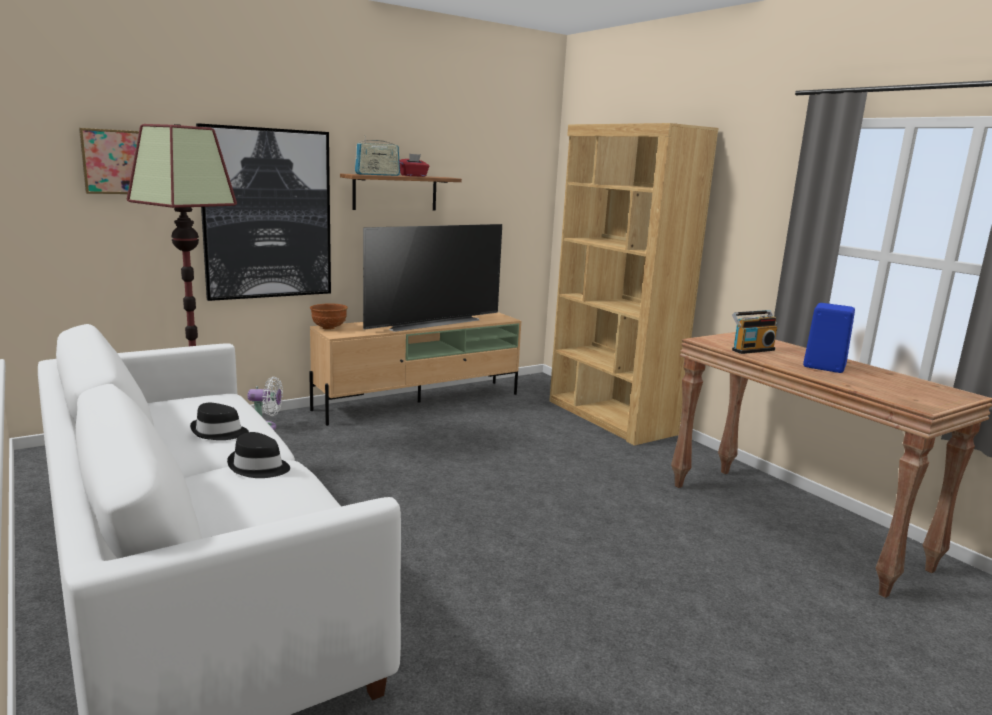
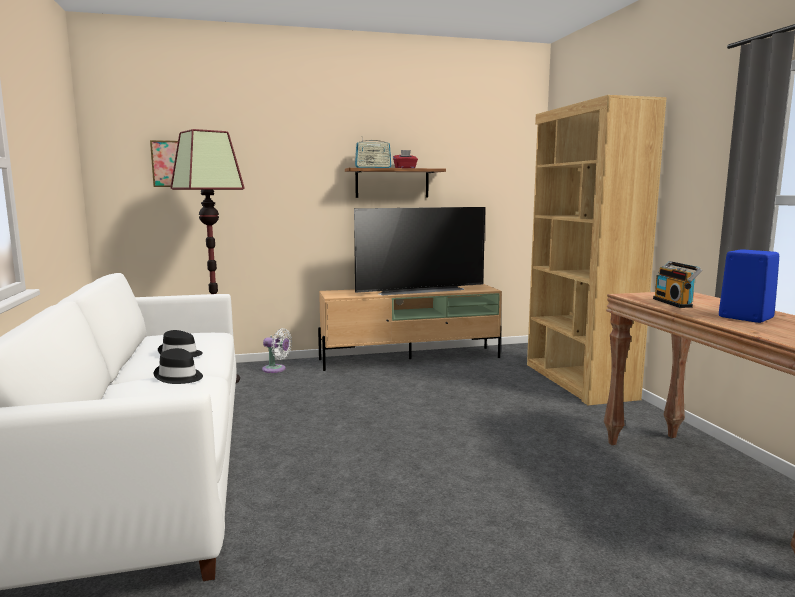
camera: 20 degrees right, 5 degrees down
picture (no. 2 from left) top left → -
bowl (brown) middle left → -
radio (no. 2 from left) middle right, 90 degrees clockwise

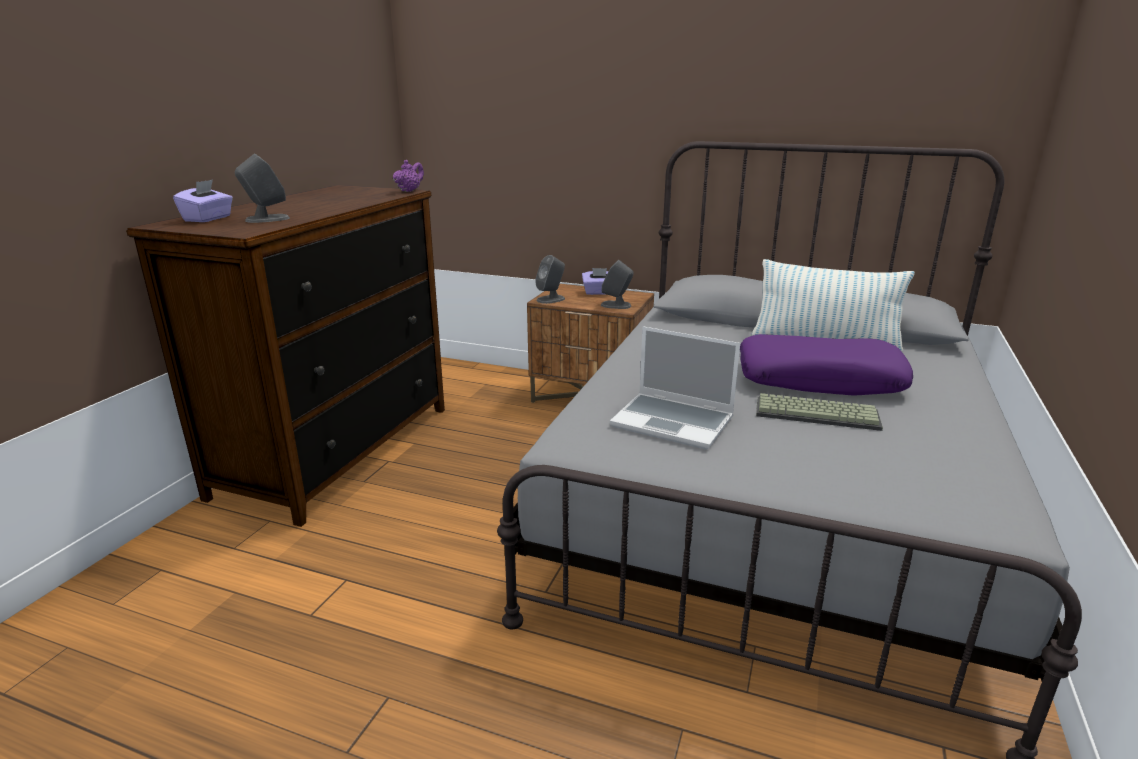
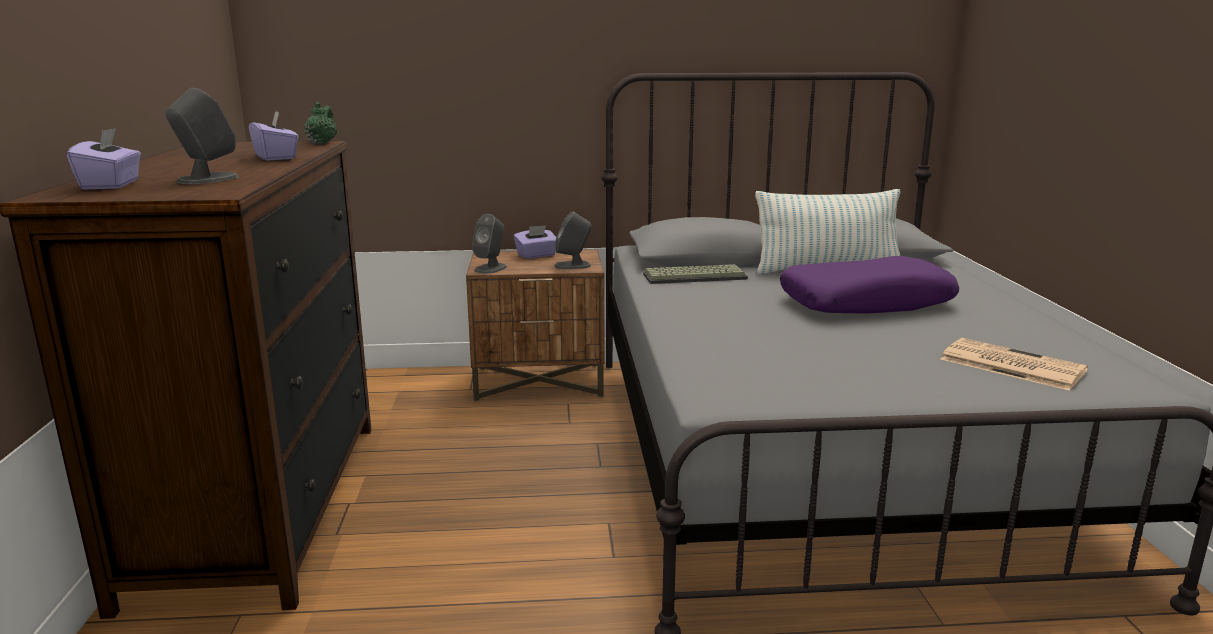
camera: 25 degrees left, 5 degrees down
laptop centre → -
- → tissue box (purple) (no. 2 from left) top left
- → newspaper middle right
keyboard middle right → keyboard centre, shifted
teapot (purple) top centre → teapot (green) top left

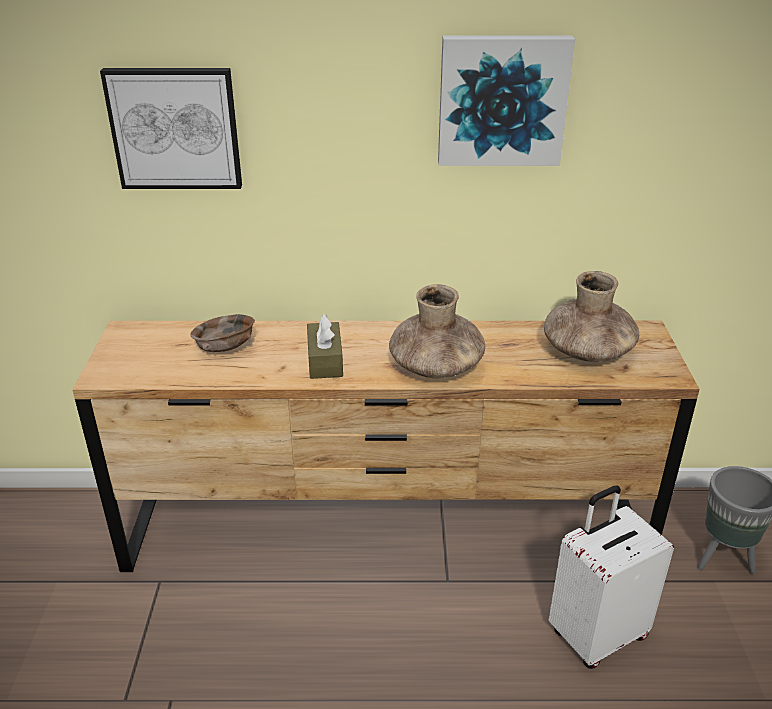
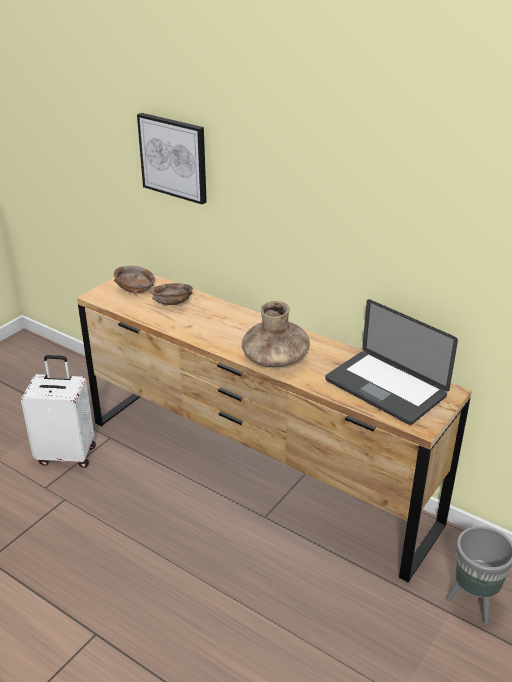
camera: 35 degrees right, 0 degrees up
tissue box (brown) centre → -
picture (no. 2 from left) top centre → -
- → bowl (brown) (no. 1 from left) middle left
suitcase (white) bottom right → suitcase (white) middle left, shifted
vase (brown) (no. 2 from left) middle right → laptop middle right

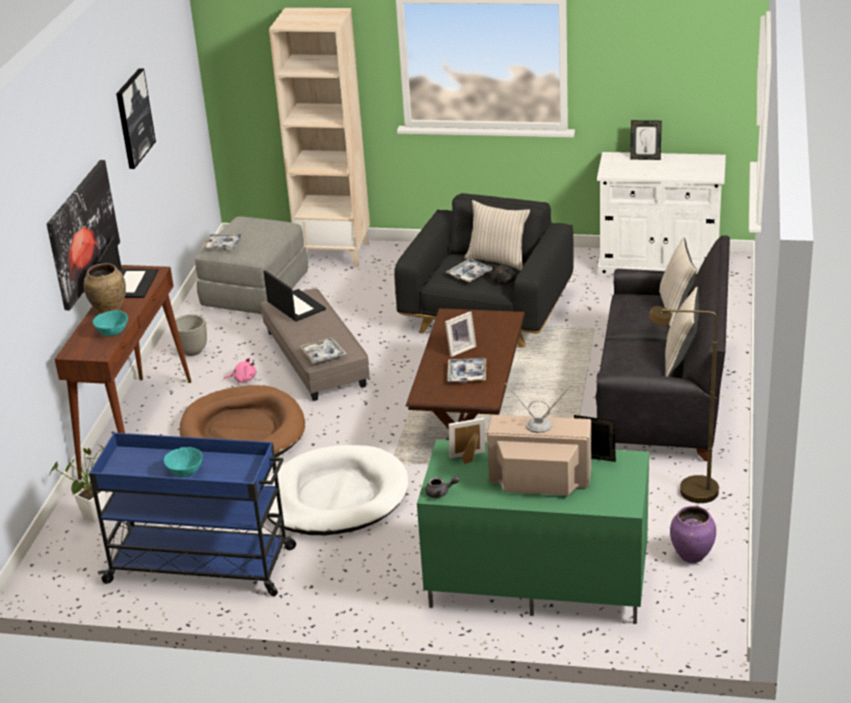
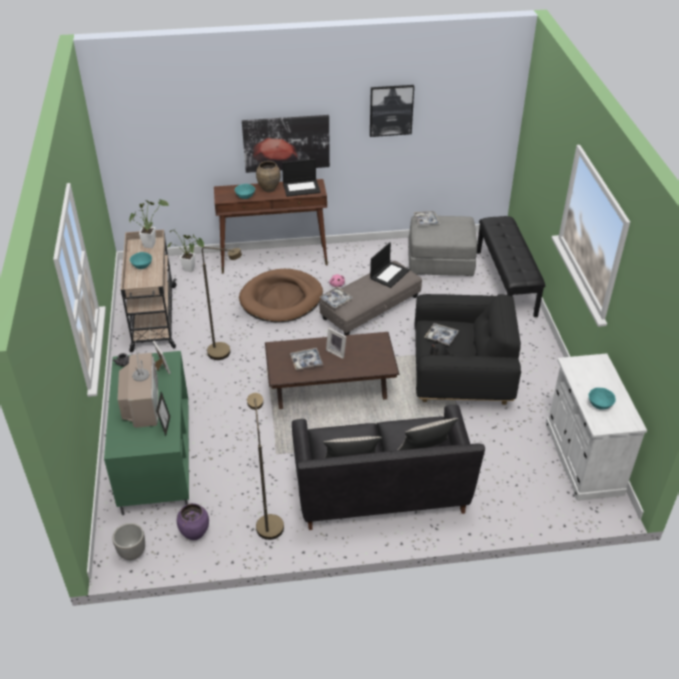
camera: 70 degrees right, 10 degrees up
pillow (beige) (no. 1 from left) centre → -
picture frame (no. 4 from left) top right → -
- → potted plant (no. 1 from left) top left
- → bowl (turquoise) (no. 3 from left) middle right
planter middle left → planter bottom left, shifted
dog bed (white) bottom centre → floor lamp (brown) (no. 1 from left) middle left
bookcase (beige) top centre → bench (black) middle right
cart (blue) bottom left → cart (beige) middle left

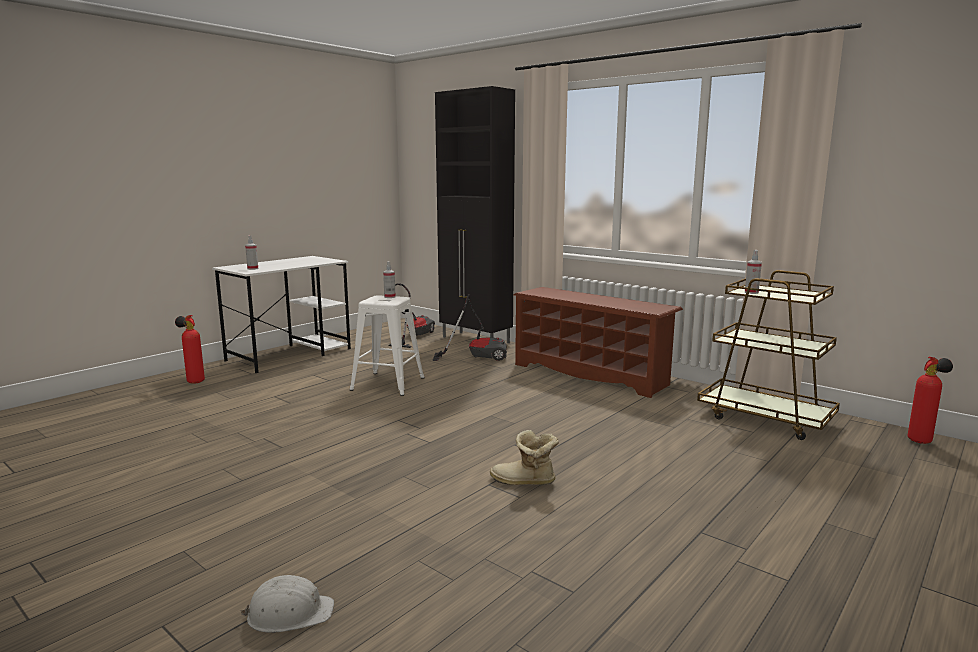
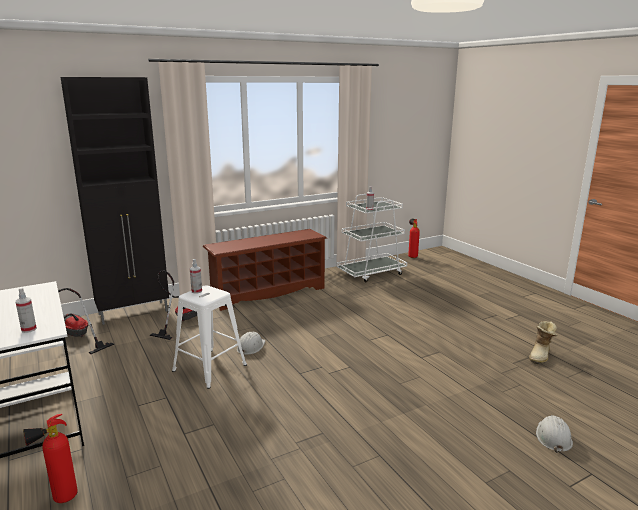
camera: 70 degrees left, 5 degrees up
- → hard hat (white) (no. 1 from left) bottom centre
boot bottom centre → boot bottom right, shifted
cart (brown) middle right → cart (white) centre

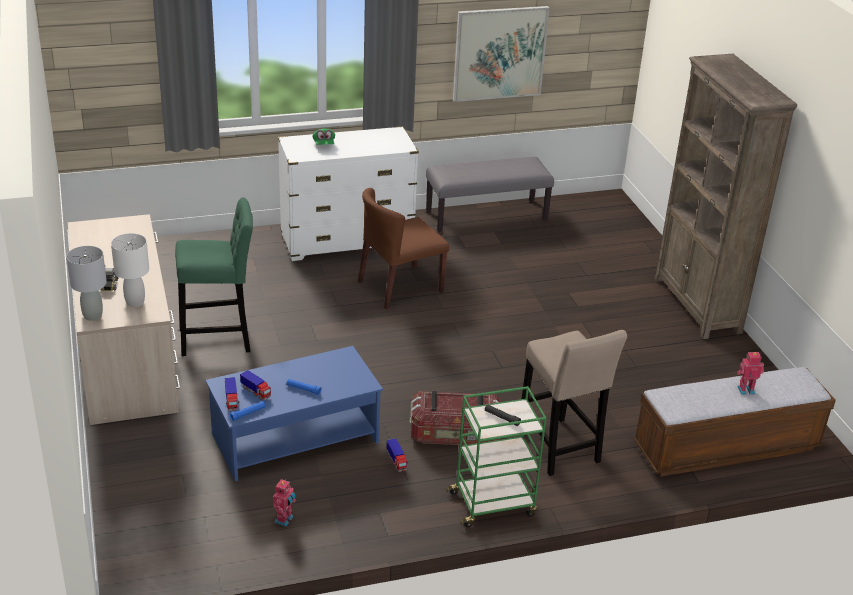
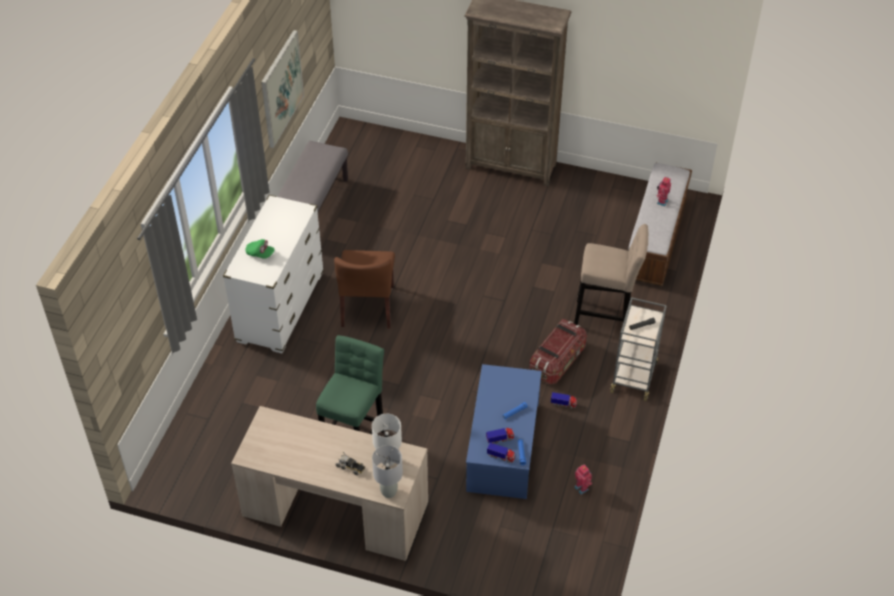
camera: 55 degrees left, 15 degrees up
cart (green) bottom centre → cart (grey) middle right

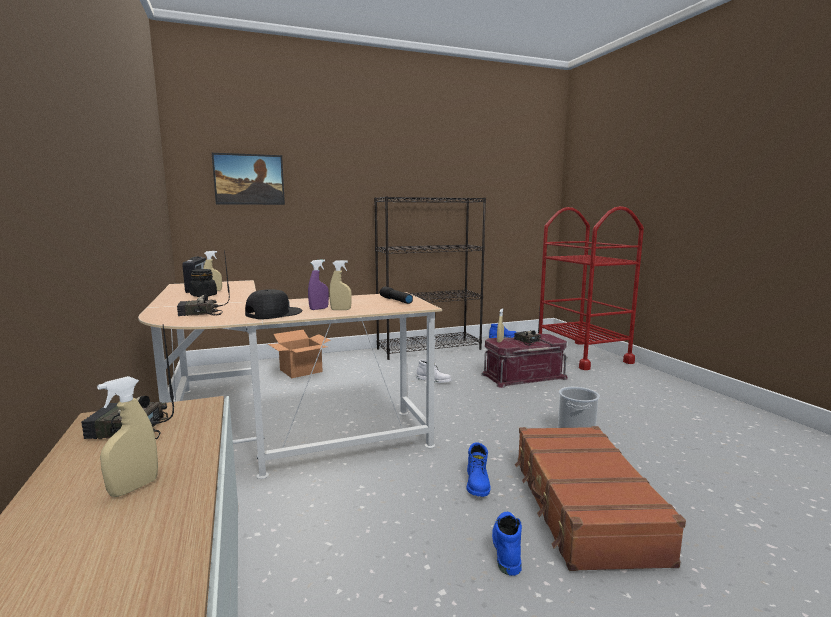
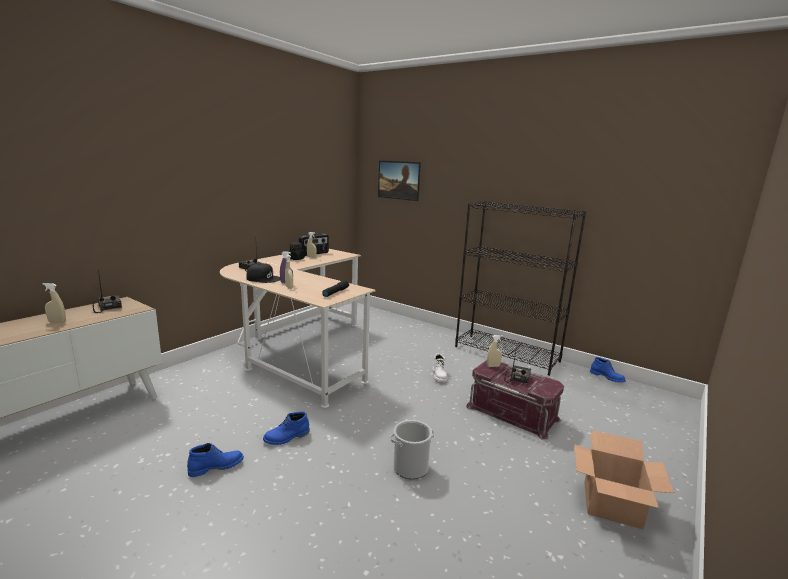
camera: 55 degrees right, 5 degrees up
suitcase (brown) bottom right → -
cart (red) middle right → -
cardboard box centre → cardboard box bottom right, shifted

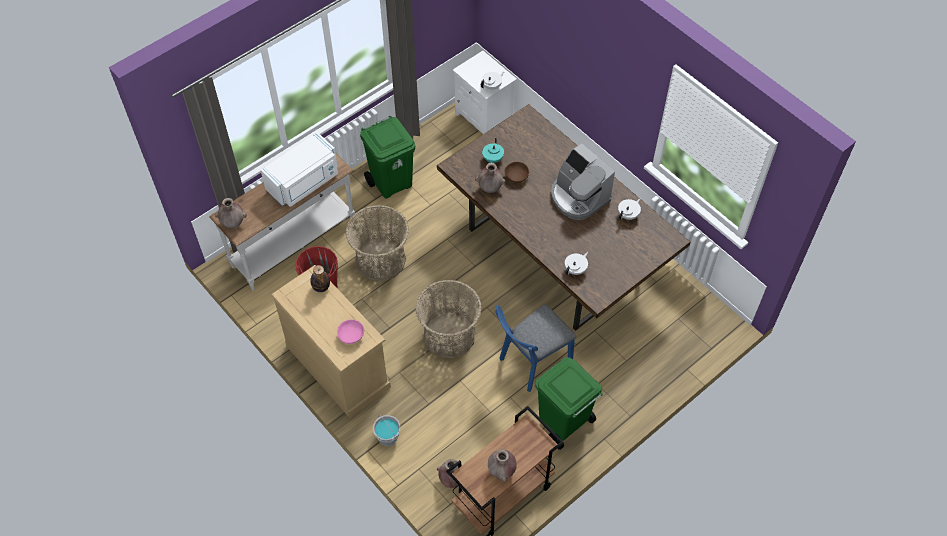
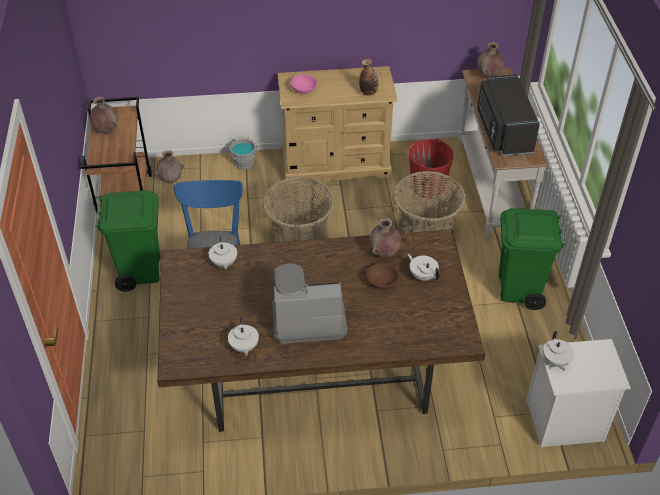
camera: 125 degrees right, 10 degrees down
microwave (white) top left → microwave (black) top right
teapot (turquoise) top centre → teapot (white) (no. 3 from left) centre

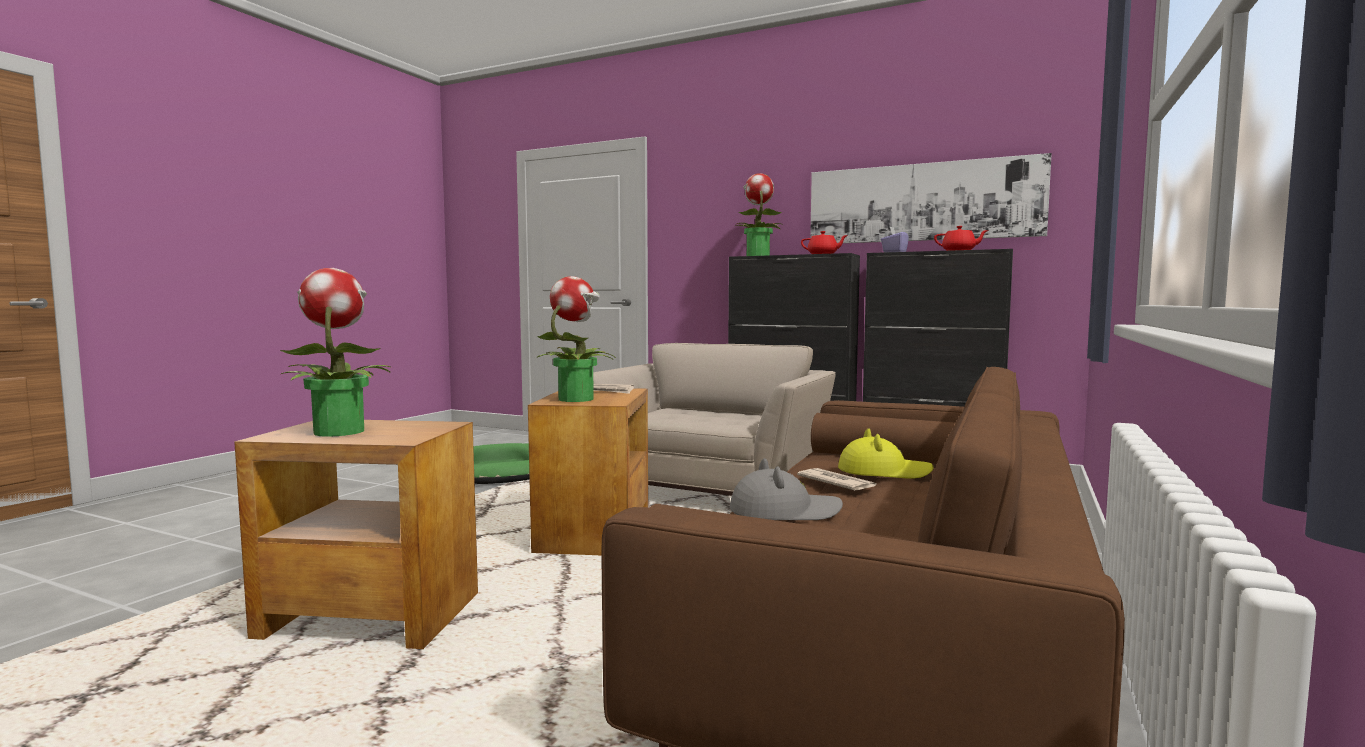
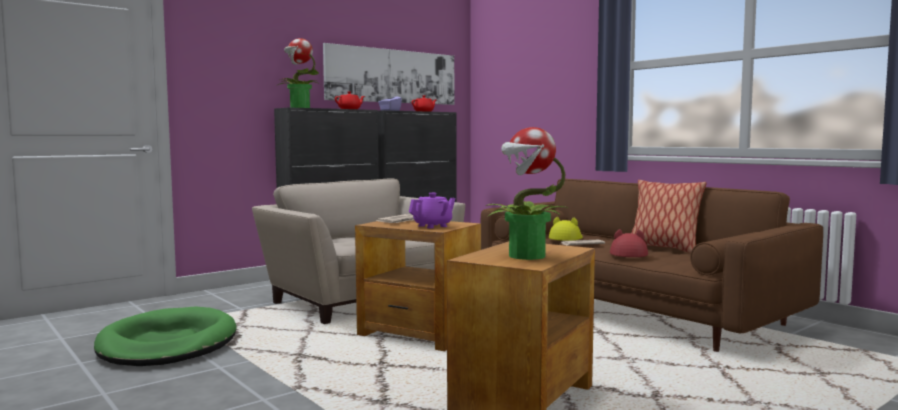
camera: 65 degrees left, 0 degrees up
- → pillow middle right
potted plant (no. 2 from left) centre → teapot (purple) centre
hat (grey) centre → hat (red) middle right

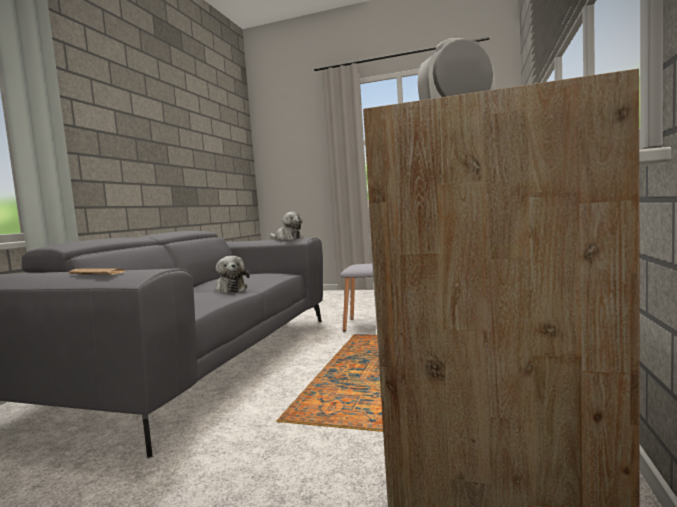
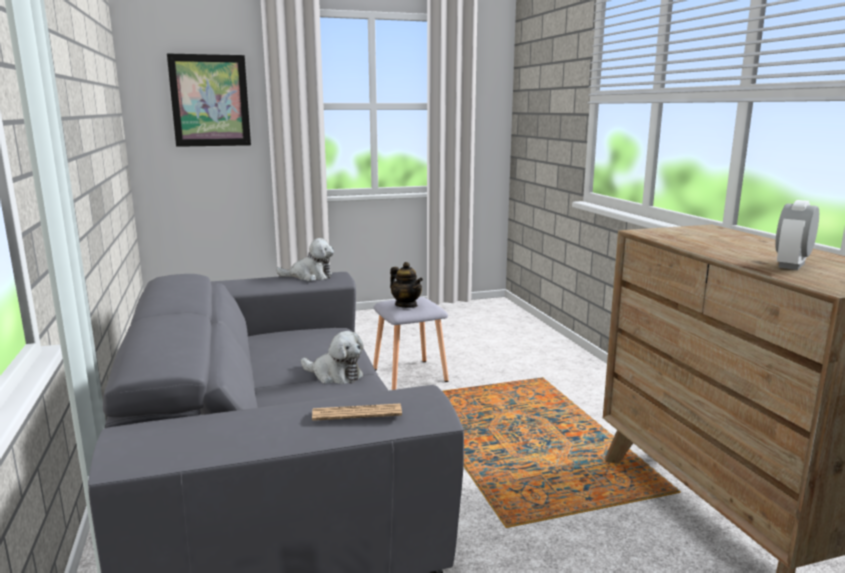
camera: 35 degrees left, 10 degrees up
- → picture top left
- → teapot centre

